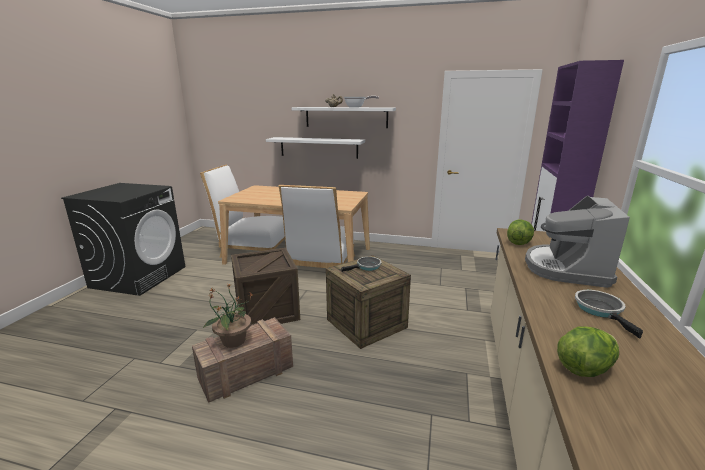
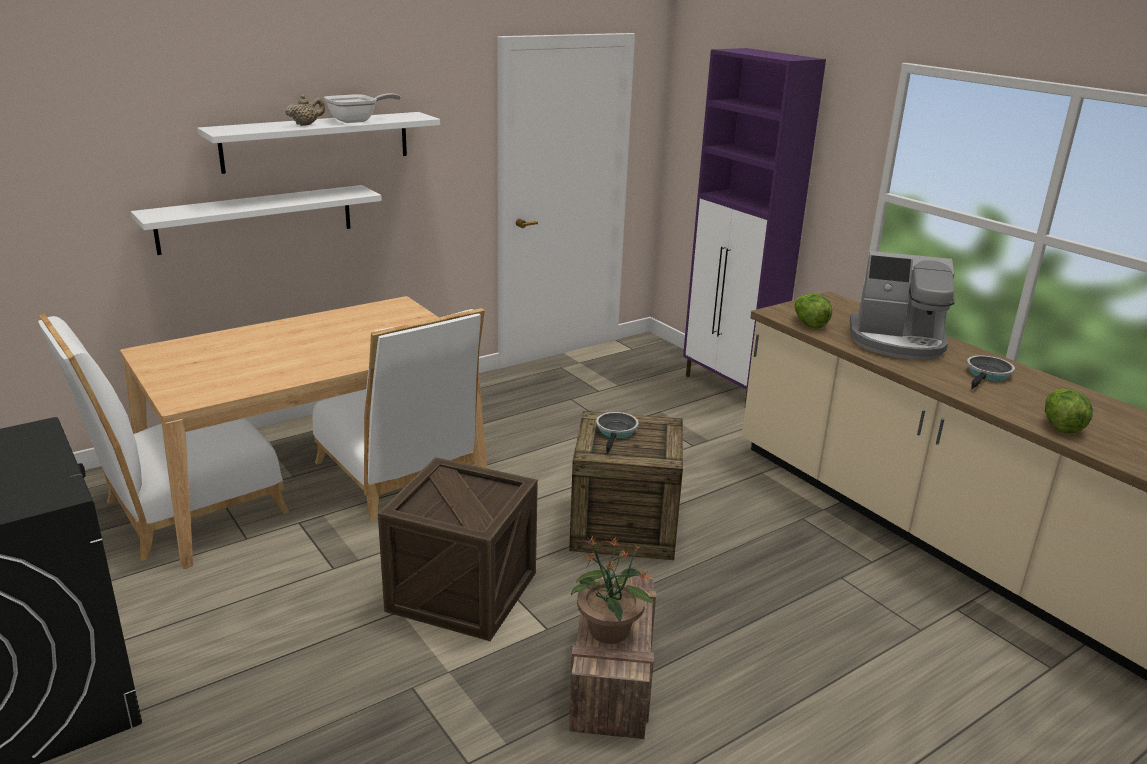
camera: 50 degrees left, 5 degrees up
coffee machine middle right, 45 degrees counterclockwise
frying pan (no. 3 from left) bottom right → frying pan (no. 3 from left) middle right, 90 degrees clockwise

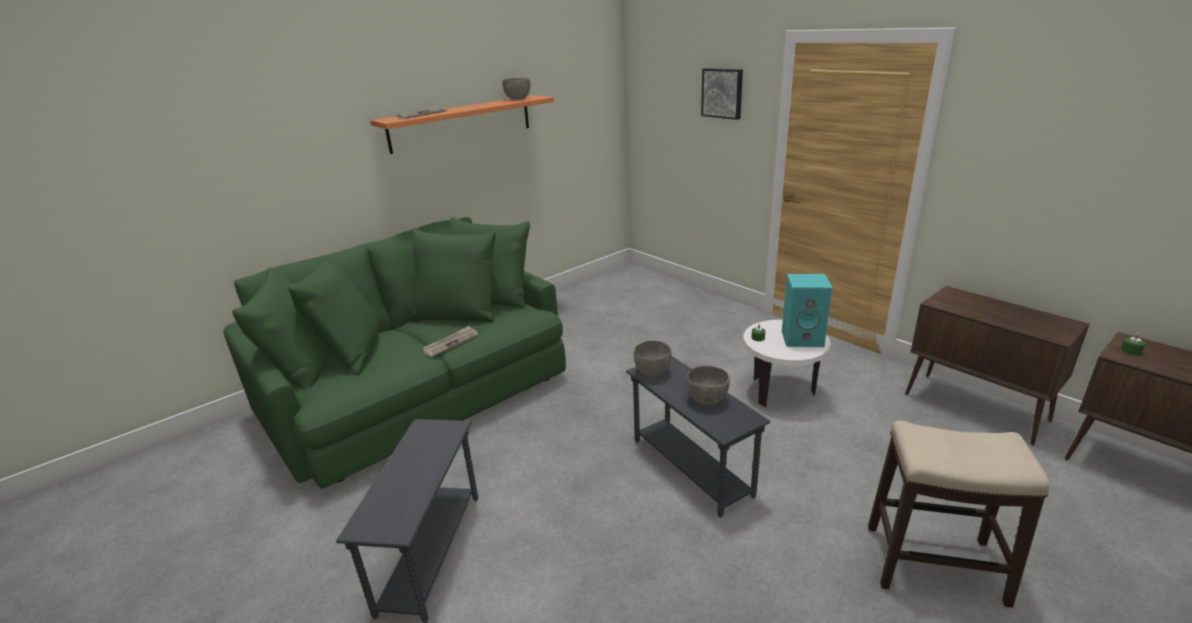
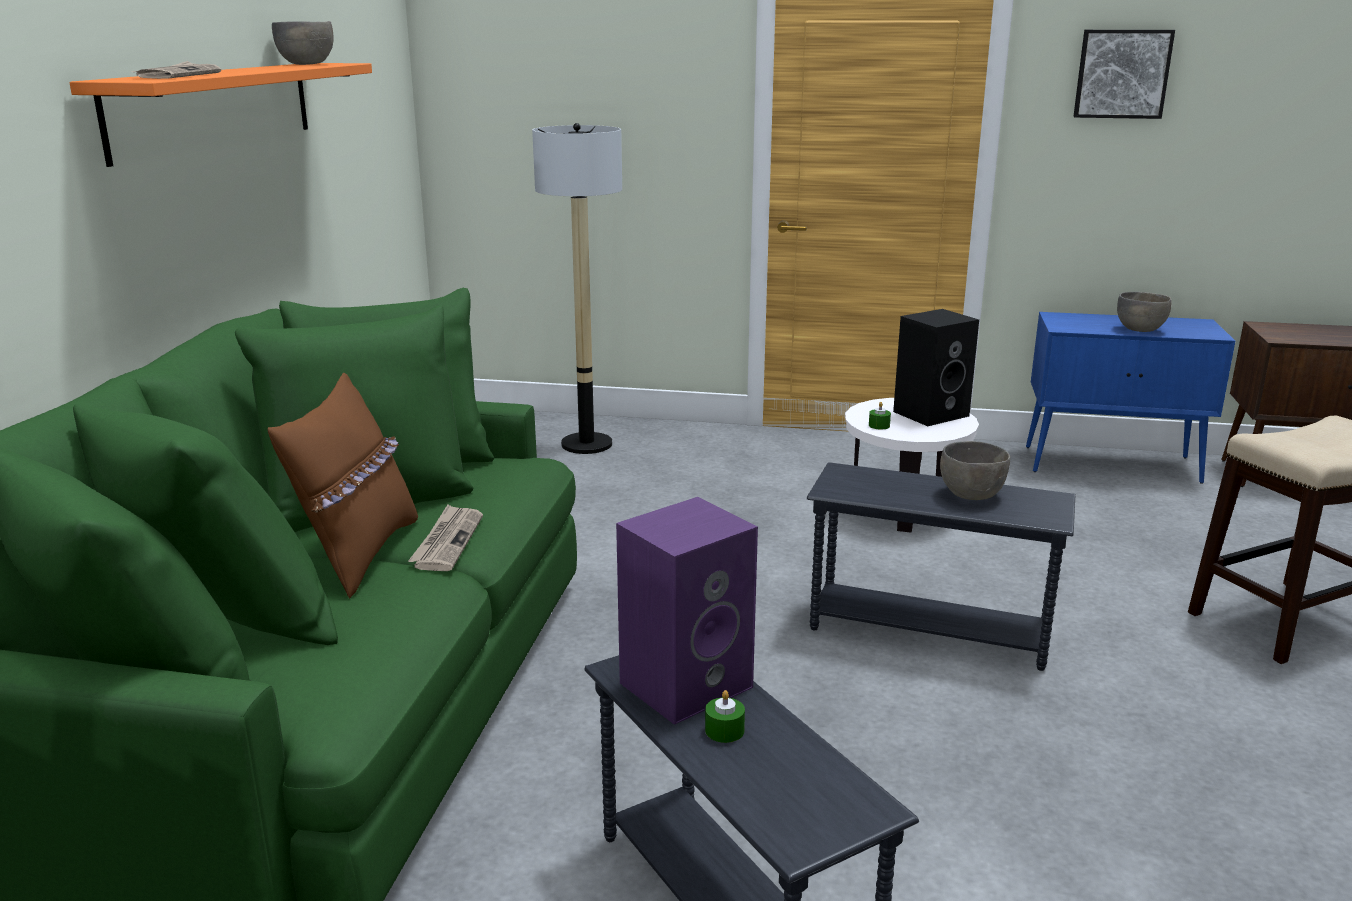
camera: 40 degrees left, 5 degrees down
- → pillow (brown) middle left
- → floor lamp top centre
- → speaker (purple) bottom centre
bowl (grey) (no. 2 from left in the first image) centre → bowl (grey) (no. 3 from left) middle right, shifted
picture top centre → picture top right, shifted
candle (green) (no. 2 from left in the first image) middle right → candle (green) (no. 1 from left) bottom centre, shifted
speaker (turquoise) middle right → speaker (black) middle right
cabinet (brown) (no. 1 from left) middle right → cabinet (blue) middle right

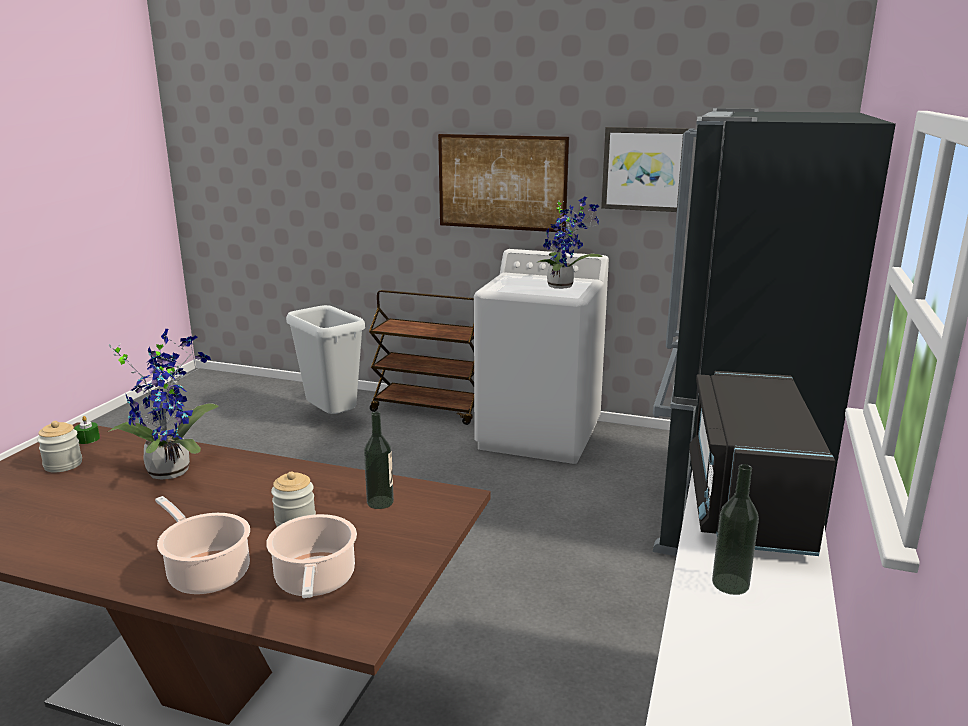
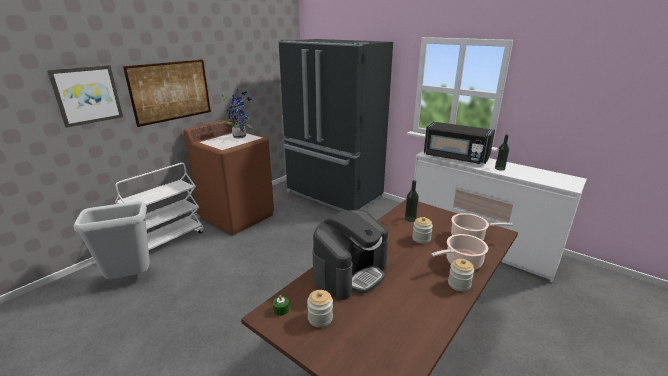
camera: 70 degrees left, 5 degrees up
- → jar (no. 3 from left) bottom right
picture (no. 2 from left in the first image) top centre → picture (no. 1 from left) top left, shifted
potted plant (no. 1 from left) middle left → coffee machine bottom centre
cart (brown) centre → cart (white) middle left
washing machine (white) centre → washing machine (brown) centre

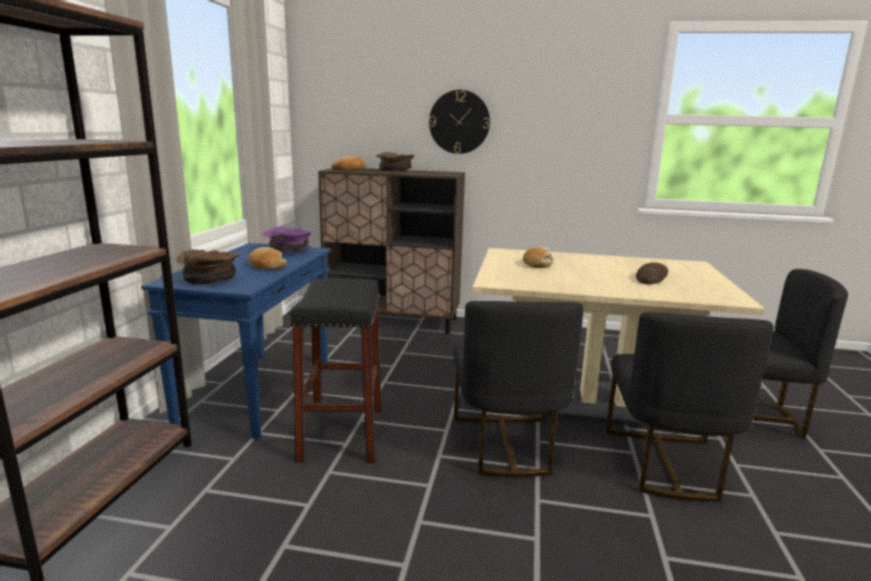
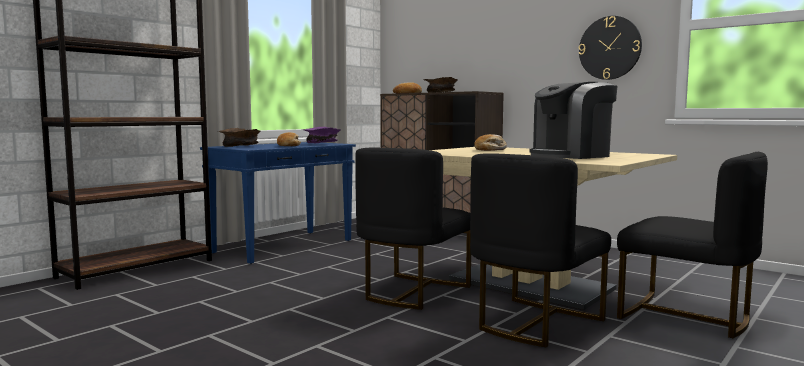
camera: 30 degrees right, 10 degrees down
stool (black) centre → -
wall clock top centre → wall clock top right, shifted
bread (no. 4 from left) middle right → coffee machine top right

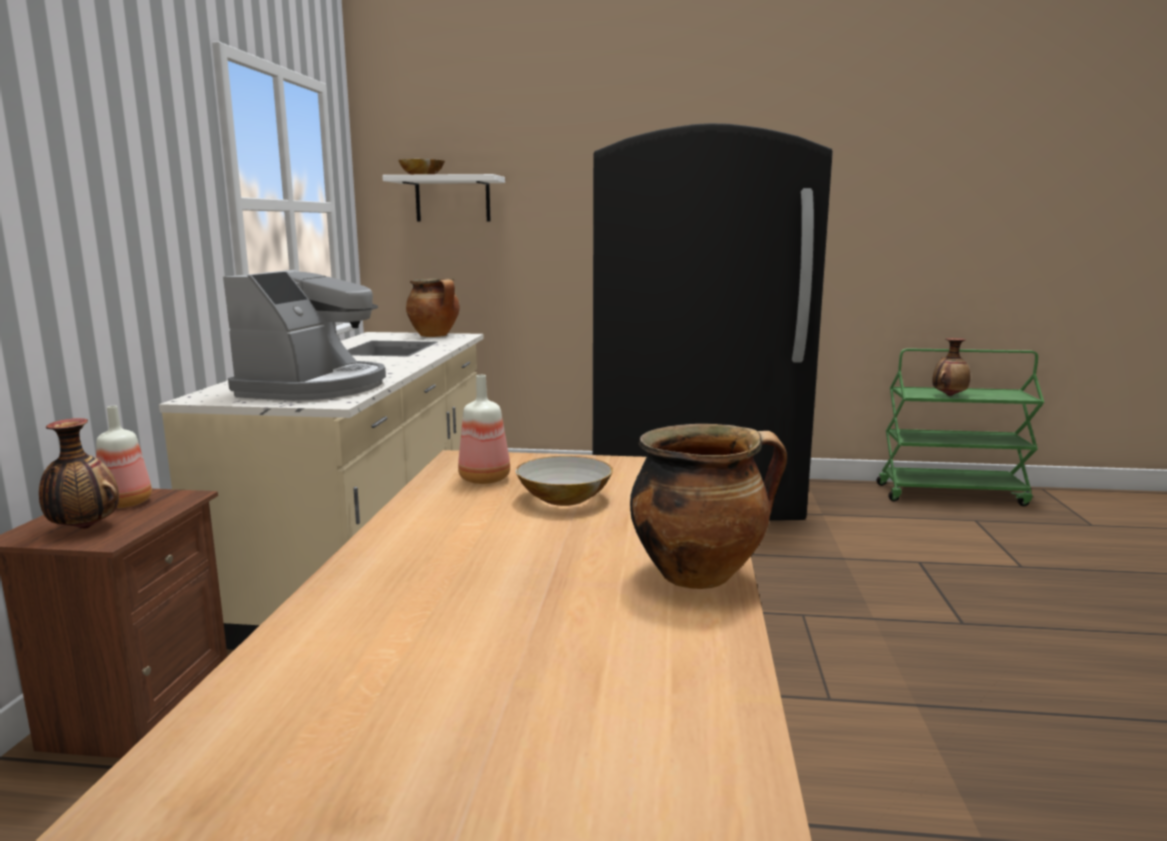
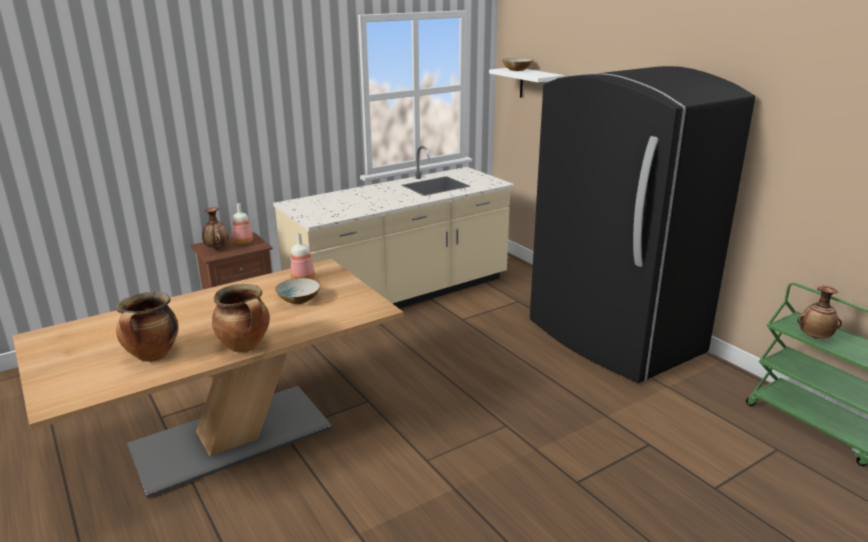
camera: 50 degrees right, 10 degrees up
coffee machine middle left → -
cooking pot (no. 1 from left) centre → cooking pot (no. 1 from left) middle left, shifted

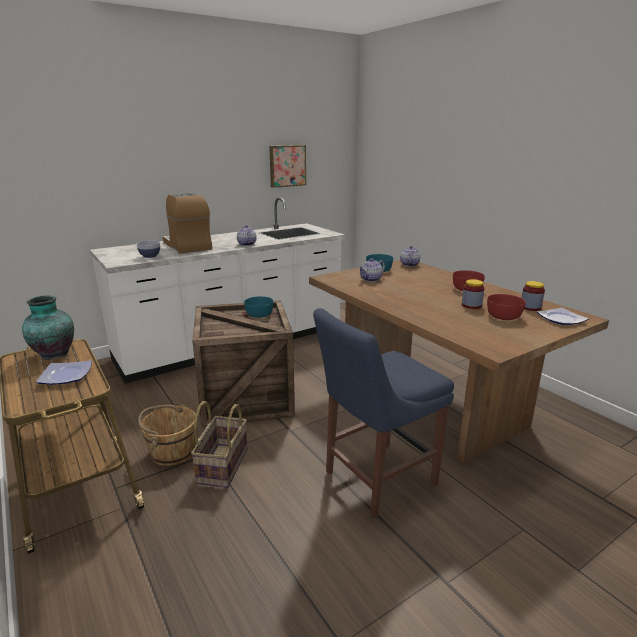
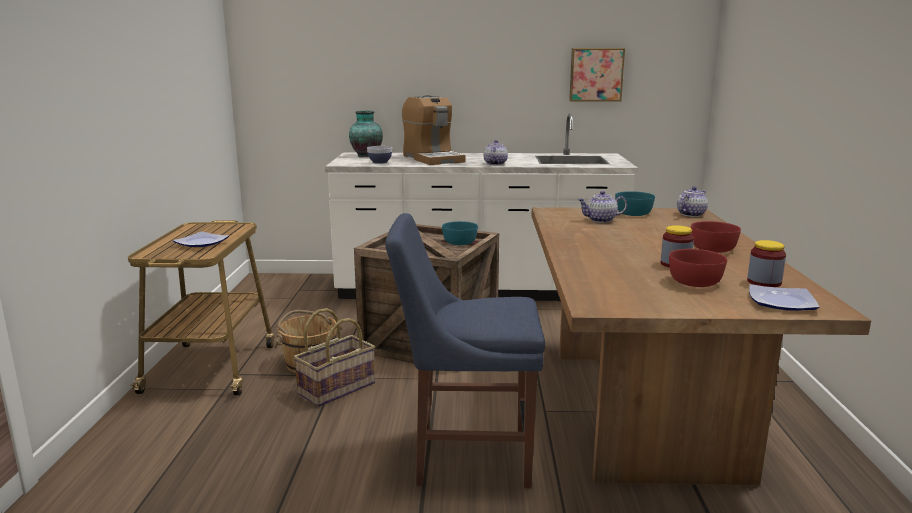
camera: 35 degrees right, 5 degrees down
vase middle left → vase top centre, shifted
coffee machine middle left → coffee machine top centre, 150 degrees clockwise

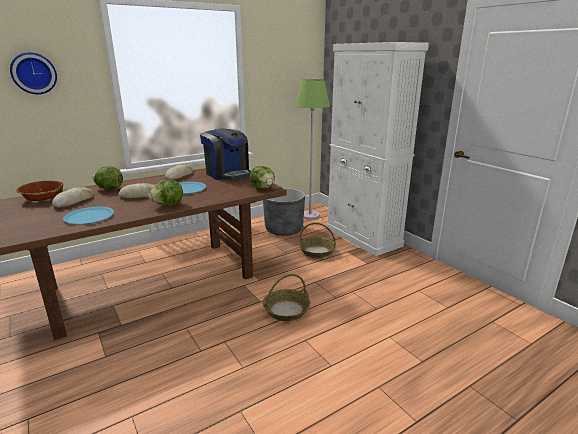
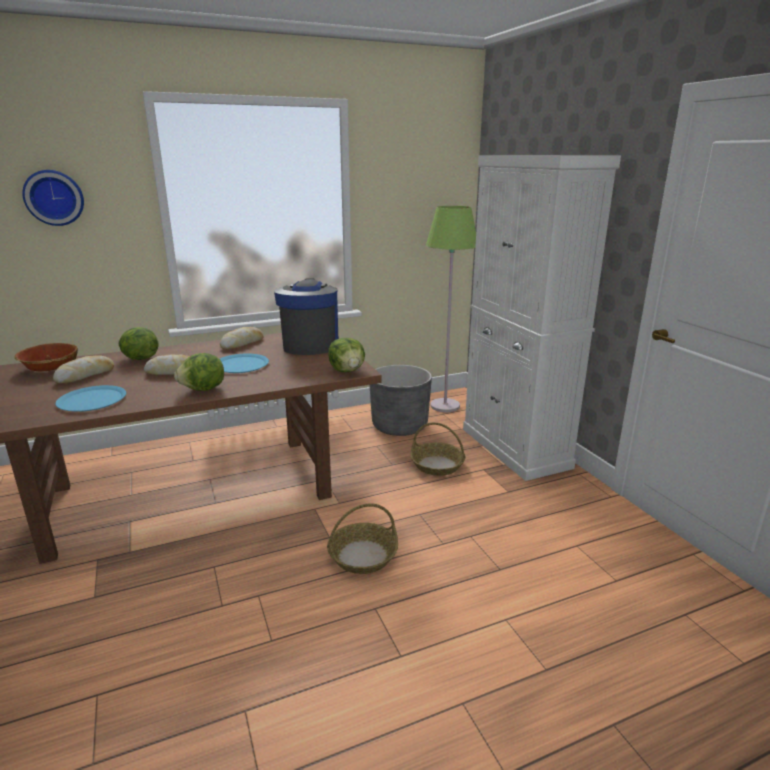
camera: 10 degrees right, 0 degrees up
coffee machine centre, 150 degrees counterclockwise

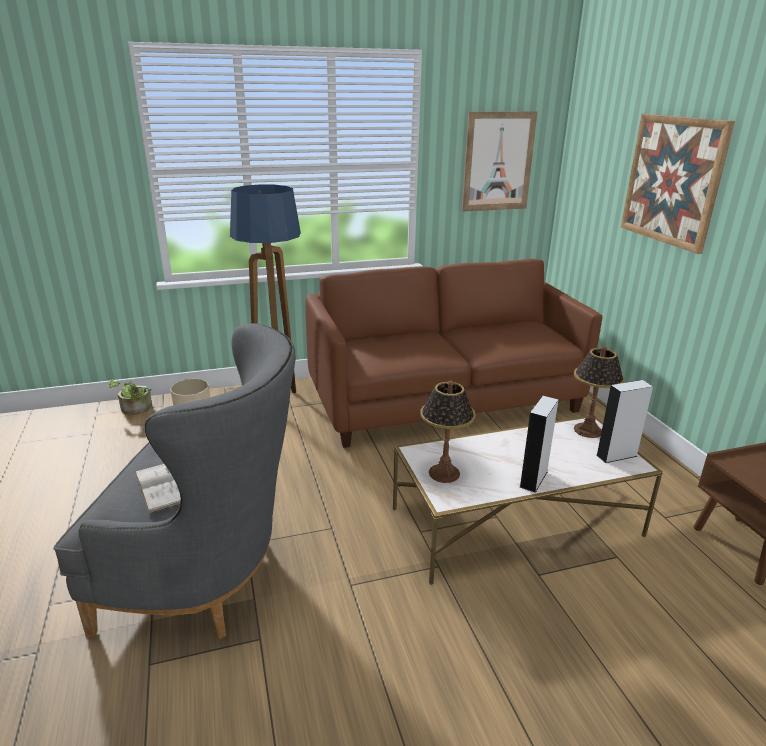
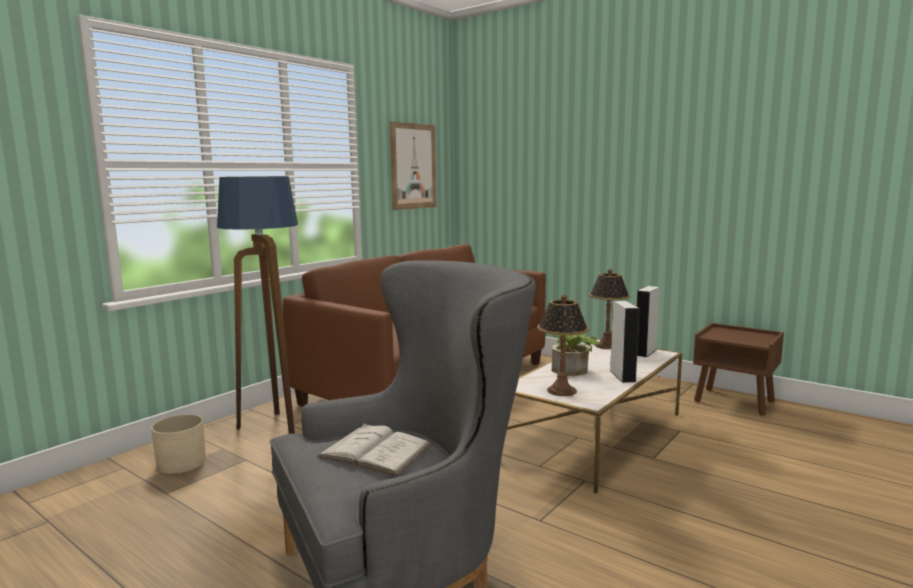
camera: 35 degrees left, 15 degrees down
picture (no. 2 from left) top right → -
potted plant middle left → potted plant centre, shifted

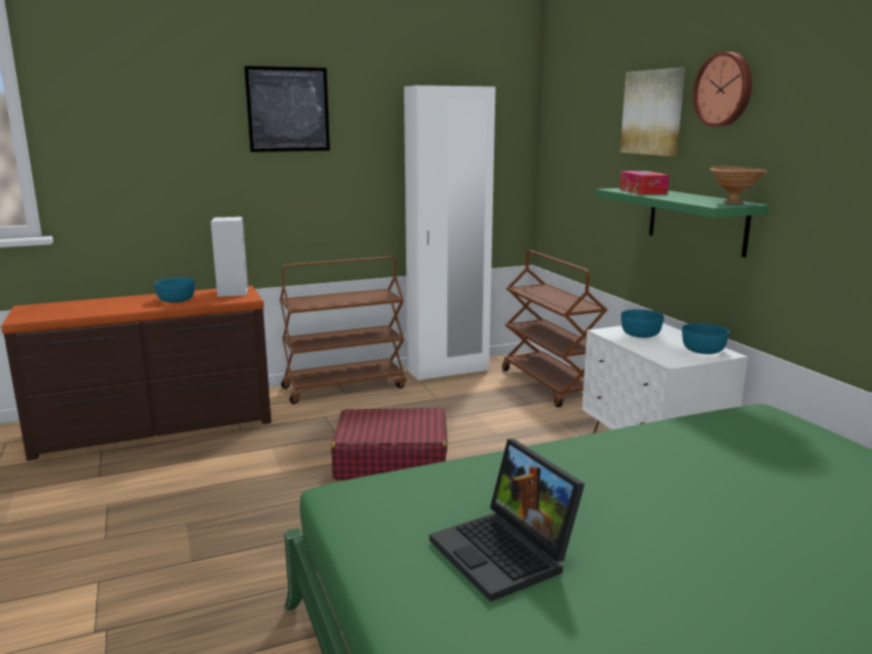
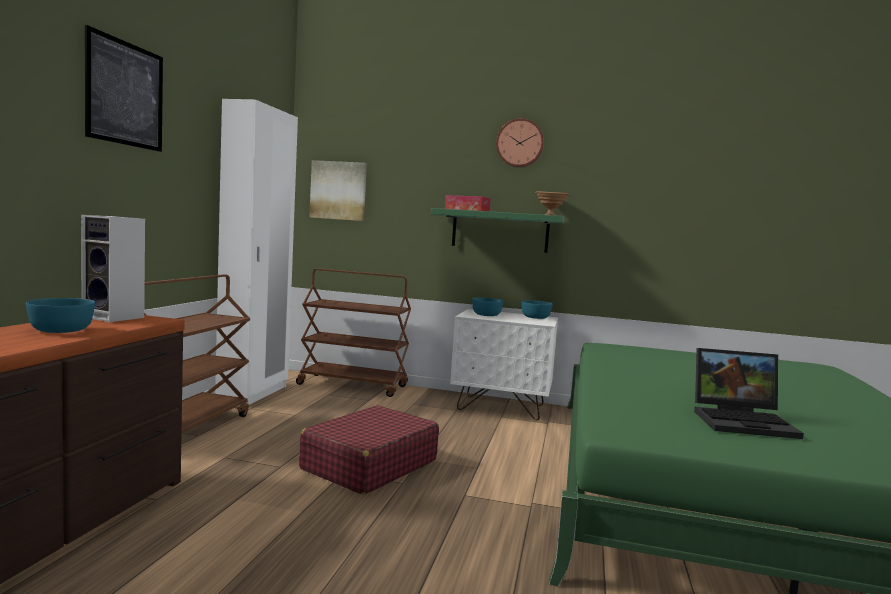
camera: 55 degrees left, 10 degrees down
picture (no. 2 from left) top right → picture (no. 2 from left) top centre, shifted

